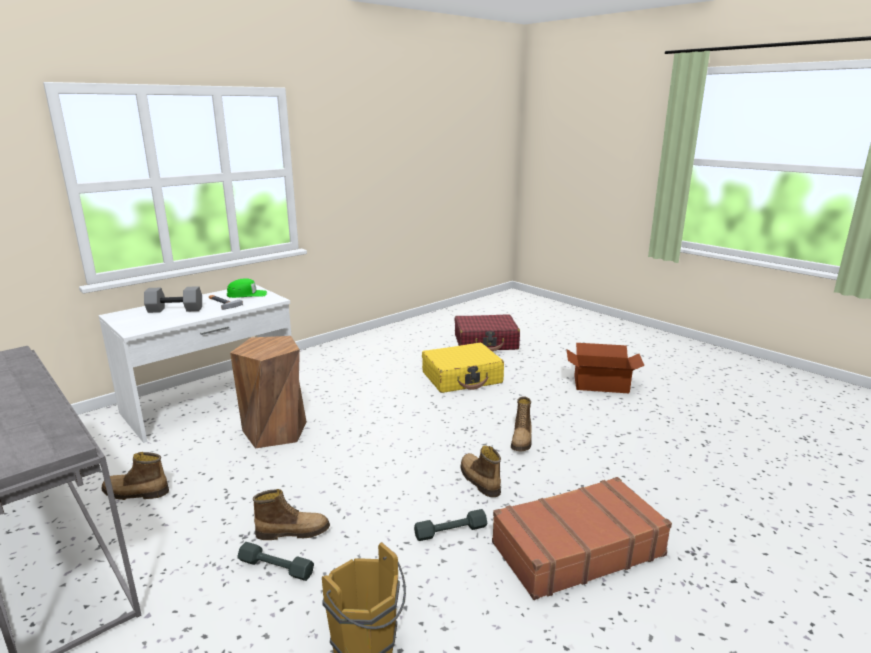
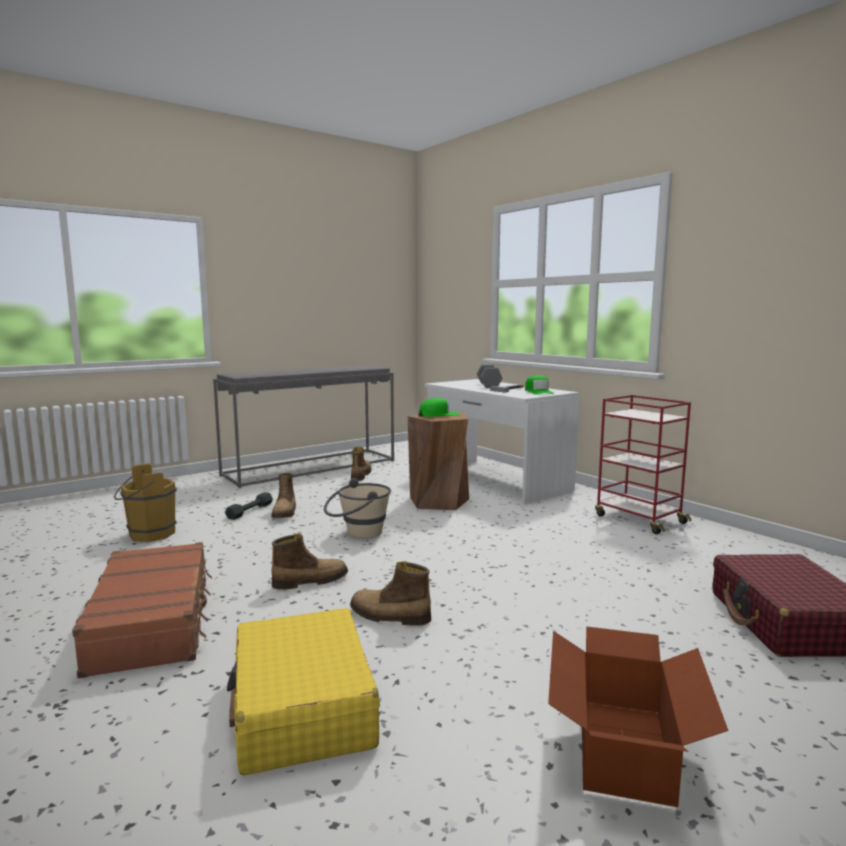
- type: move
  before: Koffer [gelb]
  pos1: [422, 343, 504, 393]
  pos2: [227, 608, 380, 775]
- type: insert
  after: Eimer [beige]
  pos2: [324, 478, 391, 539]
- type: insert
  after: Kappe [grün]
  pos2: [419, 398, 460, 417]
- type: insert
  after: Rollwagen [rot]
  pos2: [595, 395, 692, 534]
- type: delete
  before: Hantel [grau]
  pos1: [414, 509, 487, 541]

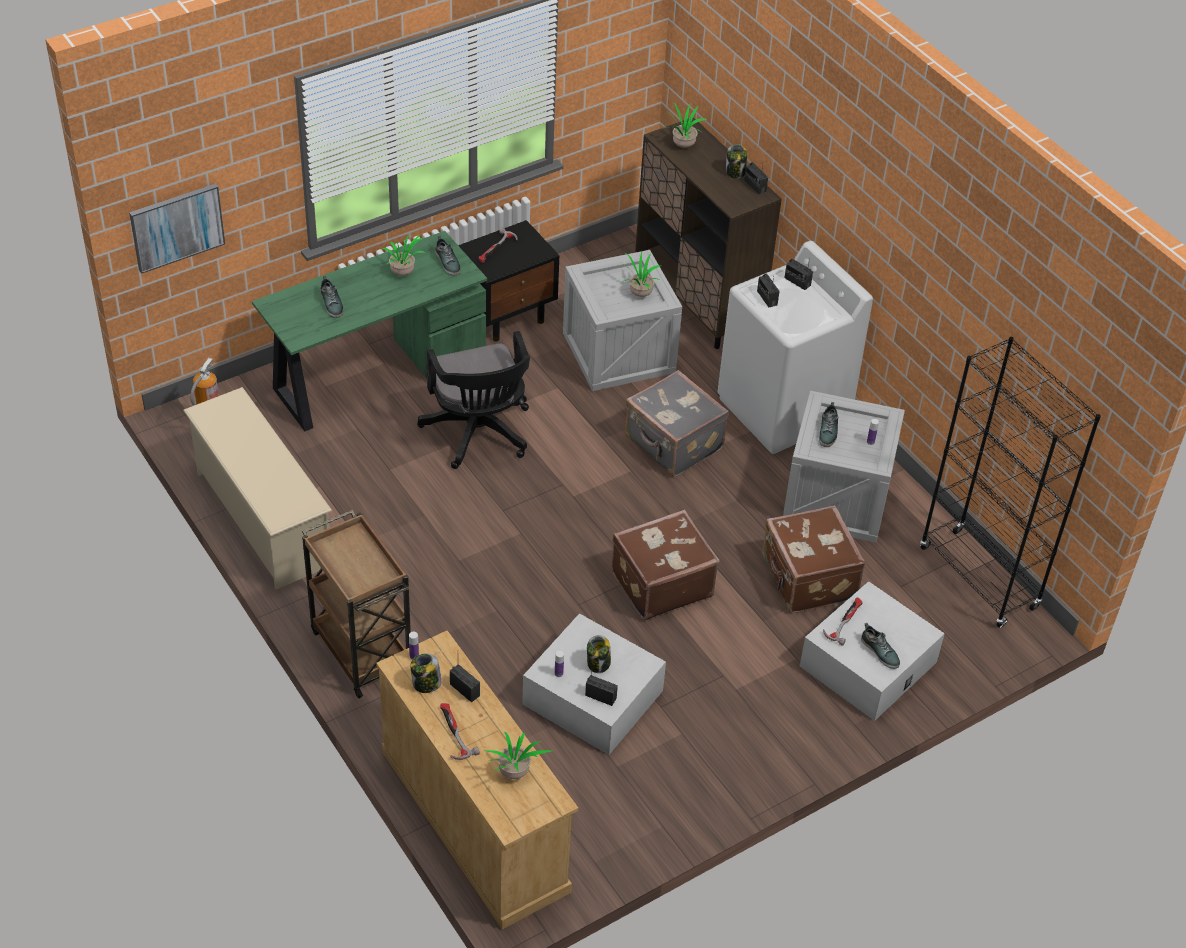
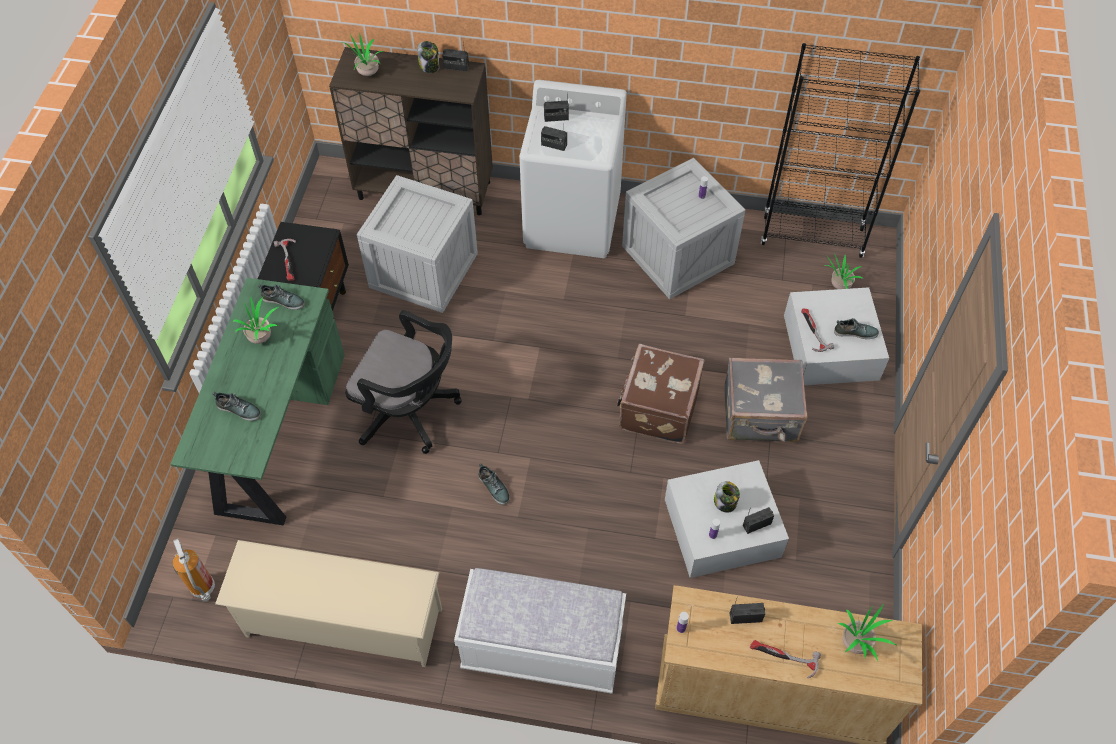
- type: replace
  before: Rollwagen [braun]
  after: Bank [weiß]
  pos1: [302, 510, 411, 698]
  pos2: [454, 568, 626, 694]
- type: move
  before: Schuh
  pos1: [819, 402, 838, 447]
  pos2: [478, 463, 510, 505]
- type: move
  before: Koffer [grau]
  pos1: [625, 370, 729, 477]
  pos2: [724, 358, 808, 442]
- type: move
  before: Topfpflanze
  pos1: [620, 251, 662, 297]
  pos2: [824, 253, 863, 289]
- type: delete
  before: Bild
  pos1: [129, 183, 225, 274]
- type: delete
  before: Vorratsglas
  pos1: [410, 654, 441, 693]
- type: delete
  before: Koffer [braun]
  pos1: [762, 505, 865, 613]

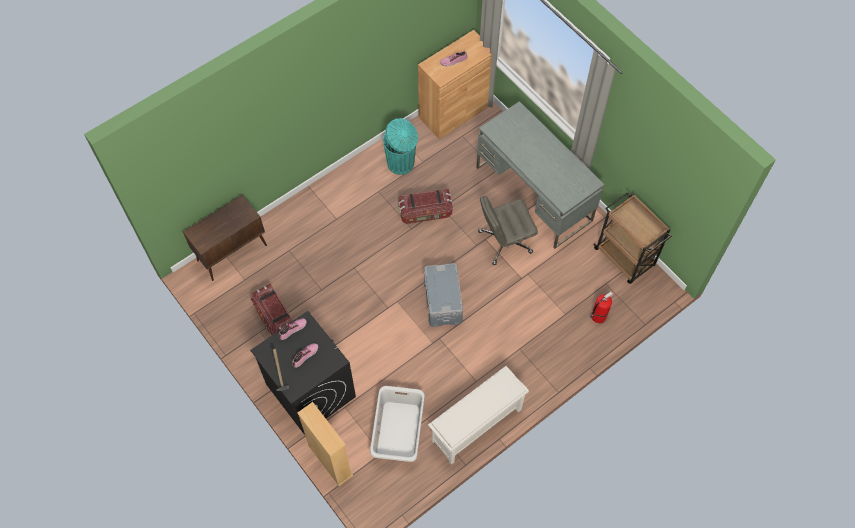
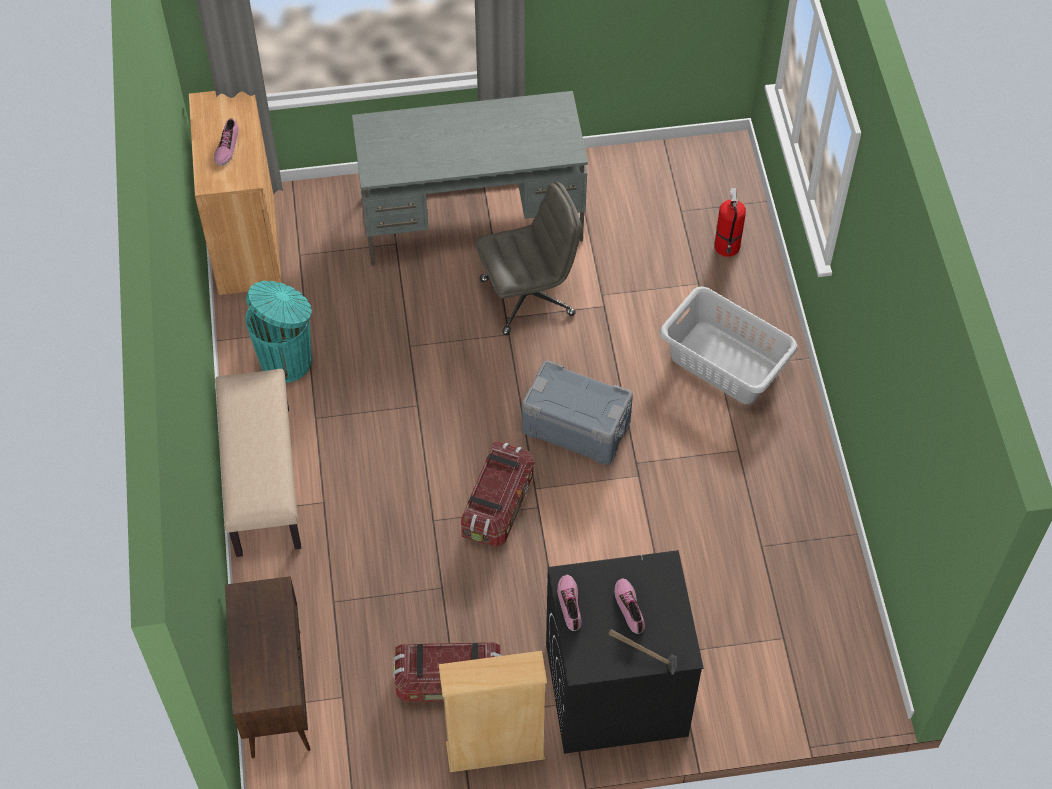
- type: insert
  after: Bank [beige]
  pos2: [215, 369, 301, 557]
- type: move
  before: Bücherregal [beige]
  pos1: [298, 402, 353, 486]
  pos2: [439, 651, 547, 772]
- type: move
  before: Aufbewahrungsbox
  pos1: [399, 189, 453, 224]
  pos2: [461, 441, 535, 548]
- type: rotate
  before: Bürostuhl [grau]
  pos1: [478, 196, 538, 265]
  pos2: [476, 182, 582, 335]
  turn: -120
- type: move
  before: Wäschekorb [grau]
  pos1: [370, 386, 425, 462]
  pos2: [660, 287, 798, 404]
- type: delete
  before: Schuhregal [weiß]
  pos1: [428, 366, 529, 465]
- type: delete
  before: Rollwagen [braun]
  pos1: [593, 192, 672, 284]

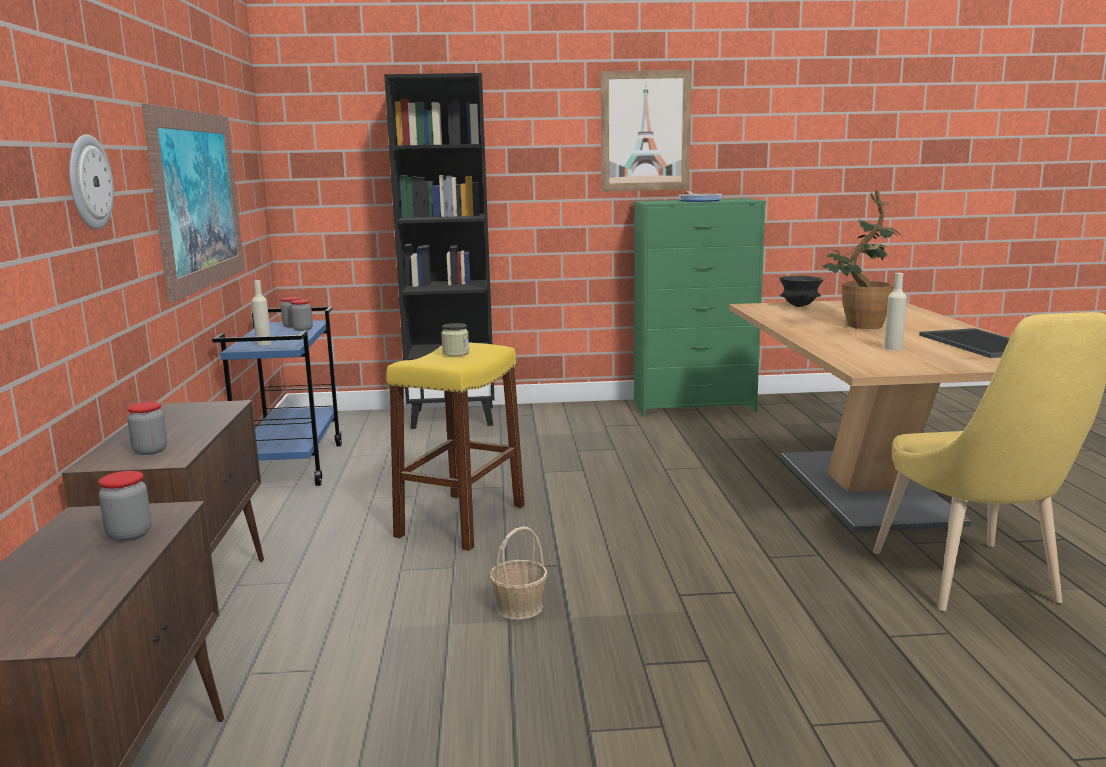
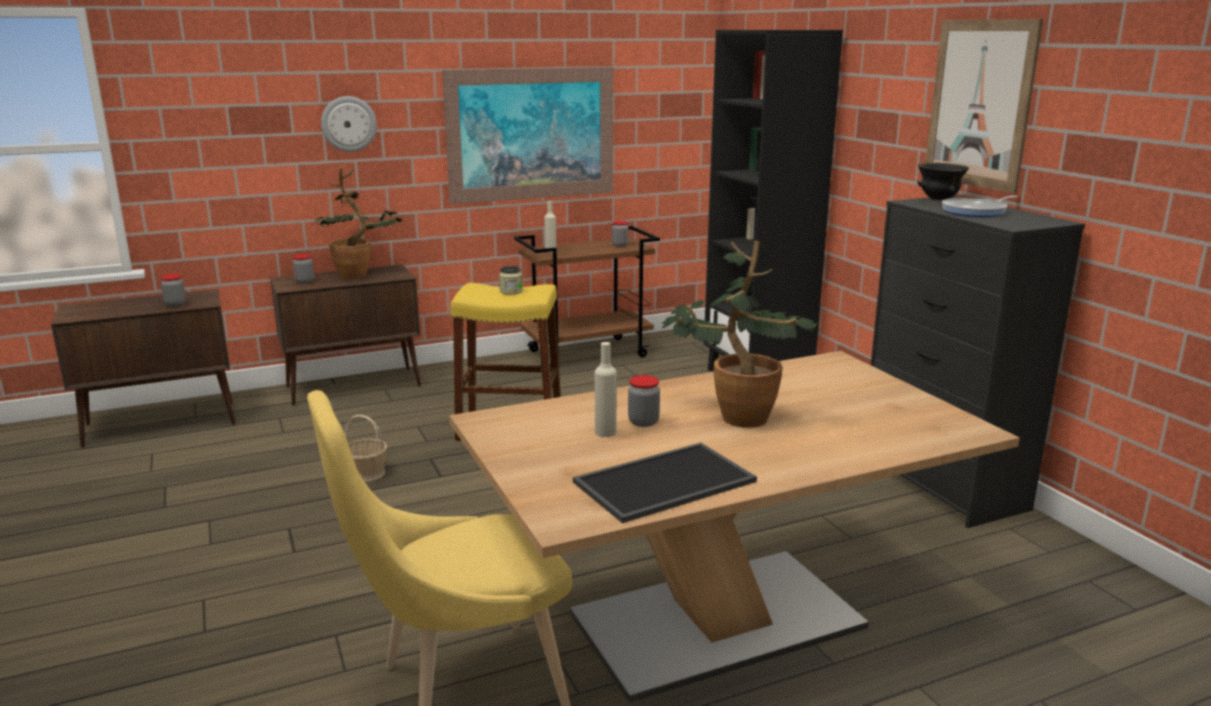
- type: insert
  after: Topfpflanze
  pos2: [314, 168, 403, 279]
- type: recolor
  before: Rollwagen [blau]
  after: Rollwagen [braun]
  pos1: [212, 307, 342, 486]
  pos2: [514, 226, 660, 366]
- type: move
  before: Vorratsglas
  pos1: [290, 300, 313, 331]
  pos2: [628, 375, 660, 427]
- type: recolor
  before: Kommode [grün]
  after: Kommode [schwarz]
  pos1: [634, 198, 766, 417]
  pos2: [871, 196, 1085, 528]
- type: move
  before: Schüssel [schwarz]
  pos1: [779, 275, 824, 307]
  pos2: [917, 163, 969, 200]

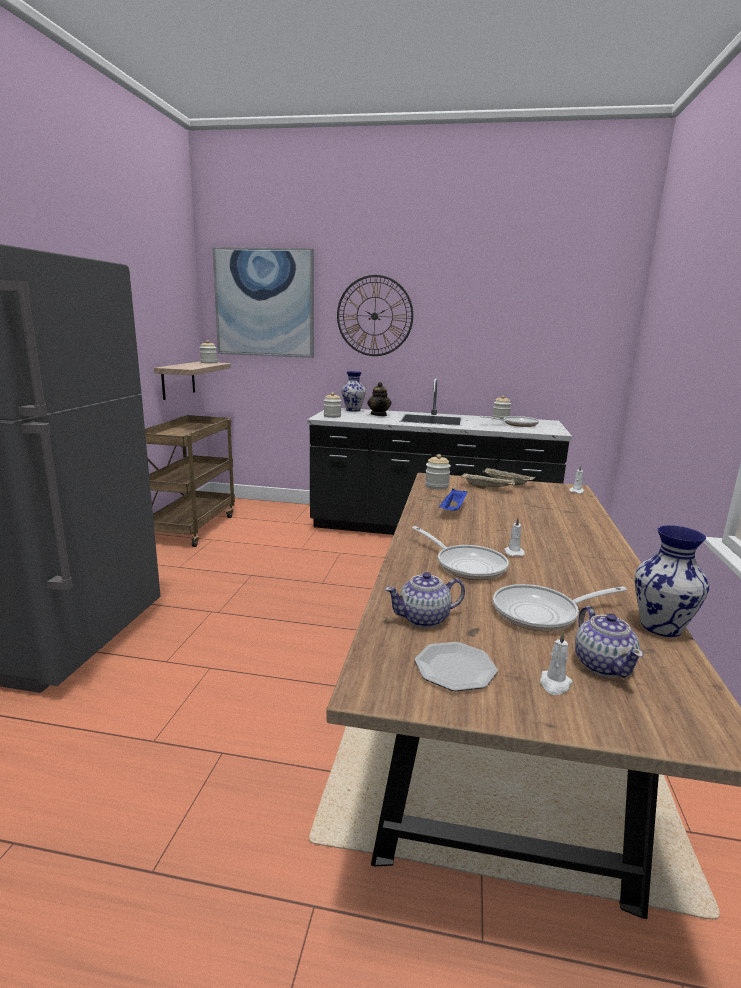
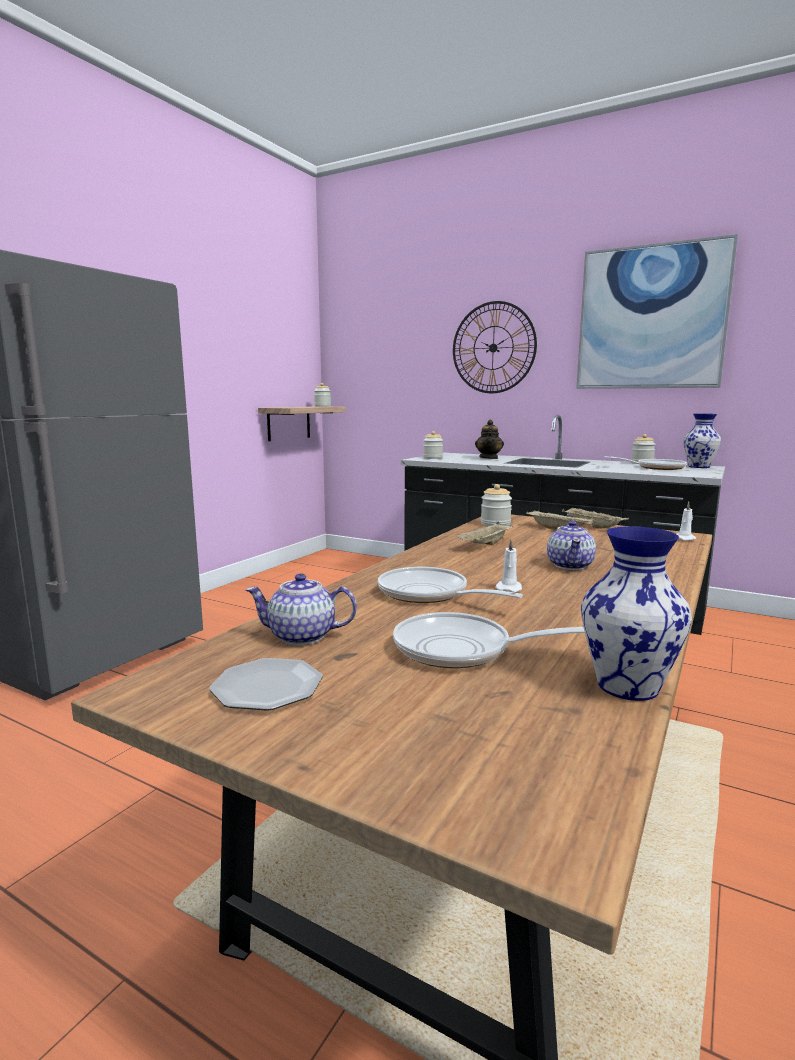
- type: rotate
  before: Pfanne
  pos1: [412, 526, 509, 580]
  pos2: [378, 567, 523, 603]
  turn: 150
- type: recolor
  before: Tablett [blau]
  after: Tablett [beige]
  pos1: [439, 488, 468, 511]
  pos2: [456, 522, 513, 545]
- type: move
  before: Teekanne
  pos1: [575, 606, 643, 678]
  pos2: [547, 521, 596, 570]
- type: move
  before: Bild
  pos1: [212, 247, 314, 358]
  pos2: [576, 234, 738, 389]
- type: move
  before: Vase
  pos1: [342, 371, 366, 412]
  pos2: [684, 413, 721, 468]
- type: delete
  before: Rollwagen [braun]
  pos1: [145, 415, 235, 547]
- type: delete
  before: Kerze [weiß]
  pos1: [540, 631, 573, 695]

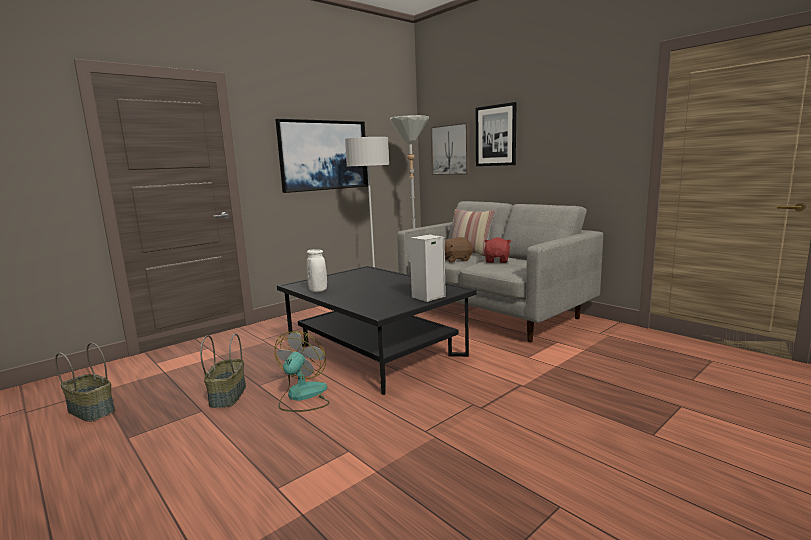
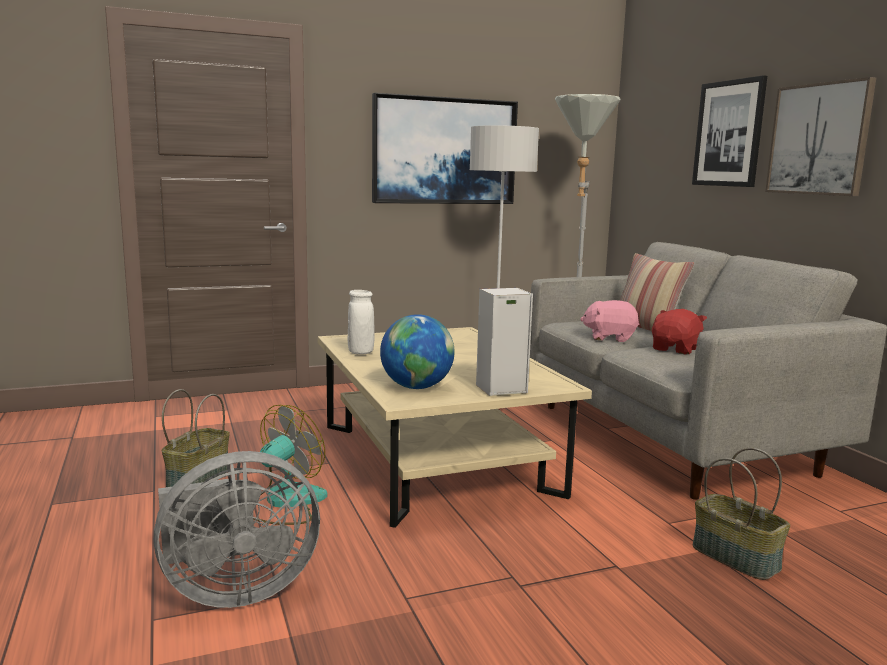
- type: insert
  after: Ventilator [grau]
  pos2: [153, 451, 320, 608]
- type: recolor
  before: Couchtisch [schwarz]
  after: Couchtisch [beige]
  pos1: [277, 266, 477, 395]
  pos2: [318, 327, 592, 528]
- type: insert
  after: Globus
  pos2: [380, 314, 455, 389]
- type: recolor
  before: Plüschtier [braun]
  after: Plüschtier [rosa]
  pos1: [444, 237, 473, 262]
  pos2: [580, 300, 639, 342]
- type: move
  before: Korb
  pos1: [55, 343, 115, 422]
  pos2: [693, 448, 790, 580]
- type: move
  before: Bild
  pos1: [431, 123, 470, 175]
  pos2: [765, 77, 876, 196]

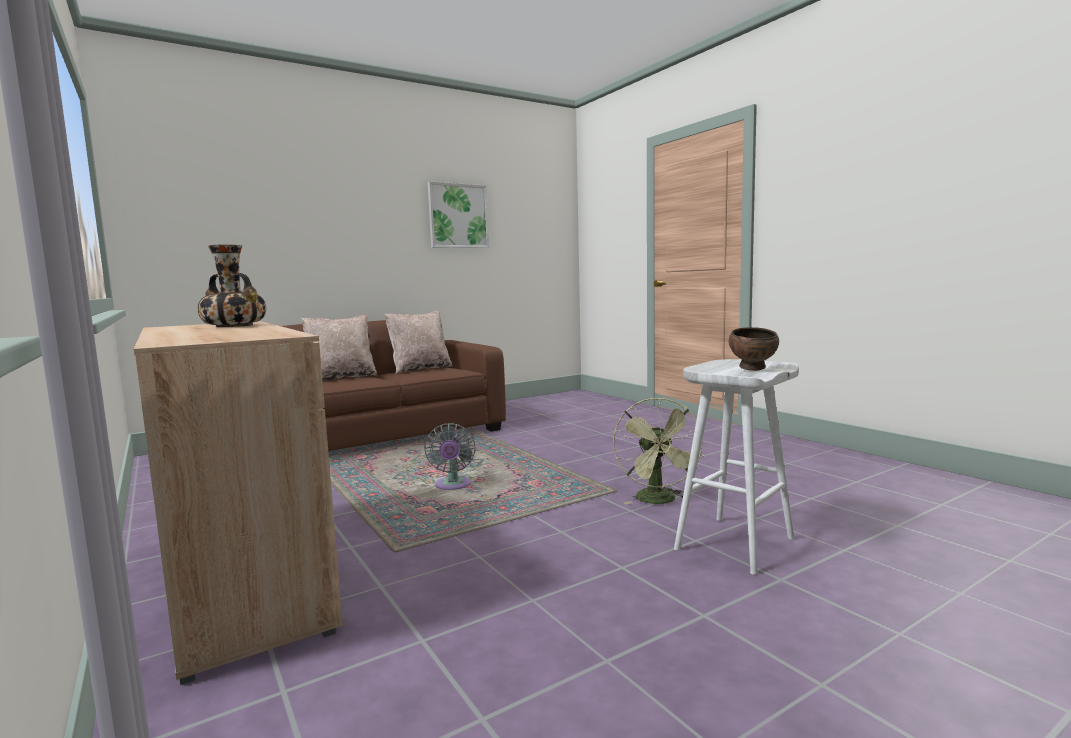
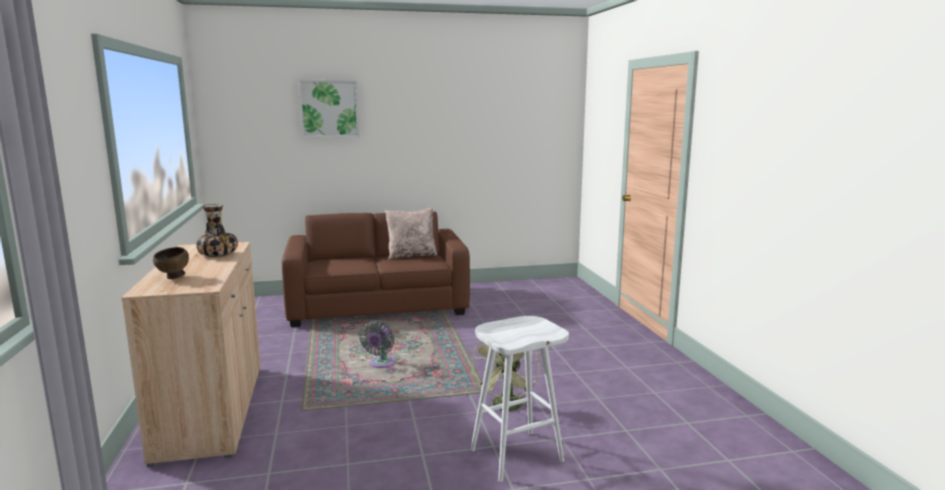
- type: move
  before: Schüssel [braun]
  pos1: [729, 327, 779, 371]
  pos2: [153, 247, 189, 279]
- type: move
  before: Bild
  pos1: [428, 182, 489, 248]
  pos2: [298, 80, 359, 138]
- type: delete
  before: Kissen [beige]
  pos1: [301, 315, 378, 381]

